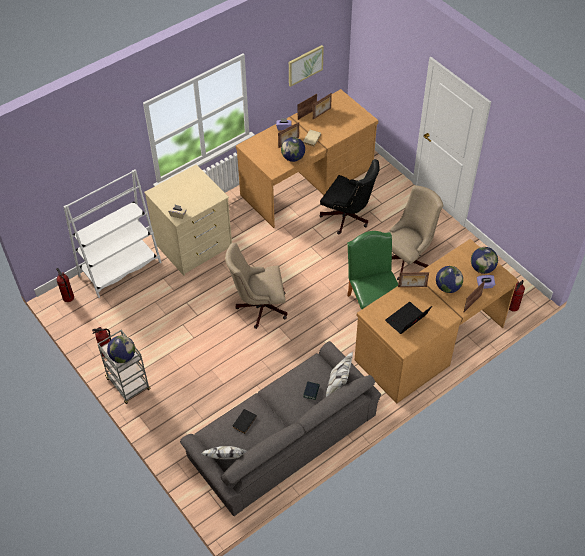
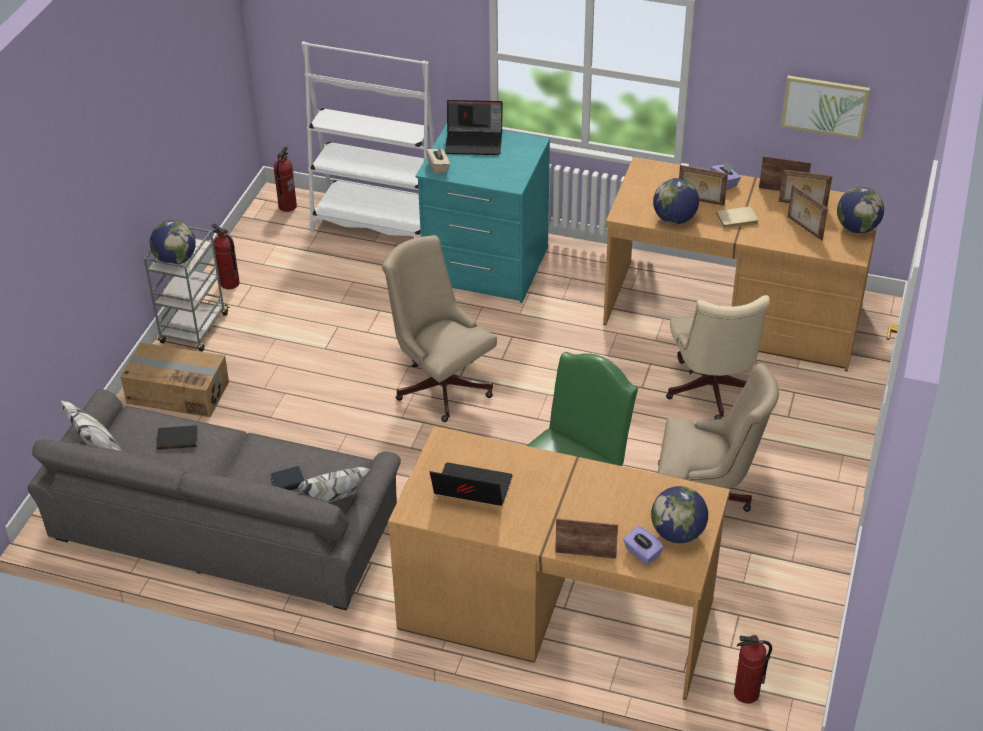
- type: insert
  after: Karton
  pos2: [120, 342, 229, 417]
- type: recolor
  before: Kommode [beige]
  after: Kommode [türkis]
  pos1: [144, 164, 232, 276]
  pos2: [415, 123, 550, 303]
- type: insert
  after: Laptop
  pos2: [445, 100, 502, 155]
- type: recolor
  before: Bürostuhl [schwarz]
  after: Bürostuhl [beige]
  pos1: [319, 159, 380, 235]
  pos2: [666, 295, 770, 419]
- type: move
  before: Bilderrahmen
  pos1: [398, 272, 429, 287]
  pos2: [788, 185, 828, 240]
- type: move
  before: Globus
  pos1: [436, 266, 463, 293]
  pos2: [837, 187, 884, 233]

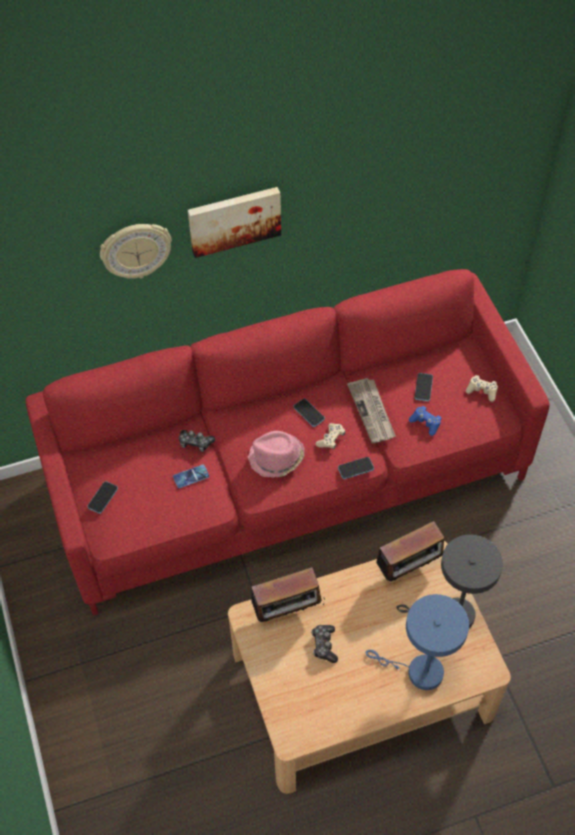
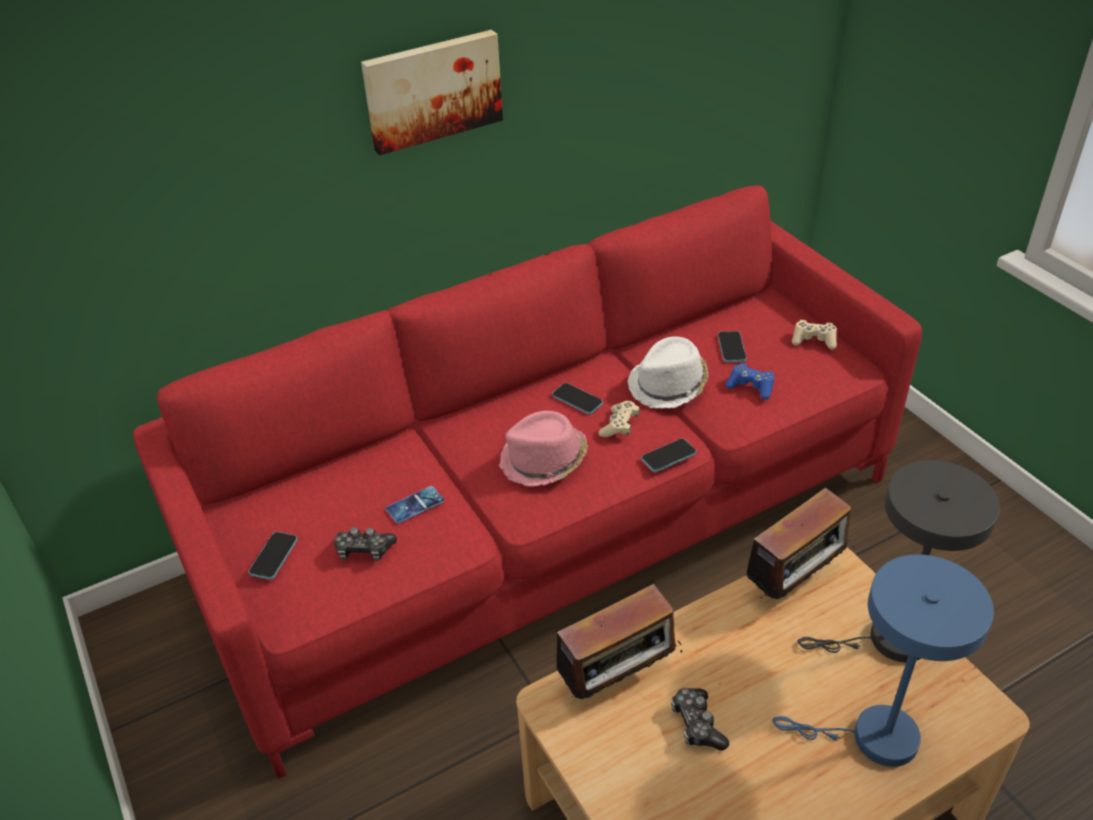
- type: move
  before: Gamepad
  pos1: [179, 430, 215, 452]
  pos2: [334, 527, 397, 561]
- type: replace
  before: Zeitung
  after: Hut [weiß]
  pos1: [347, 378, 396, 443]
  pos2: [628, 336, 708, 408]
- type: delete
  before: Wanduhr
  pos1: [100, 224, 172, 279]

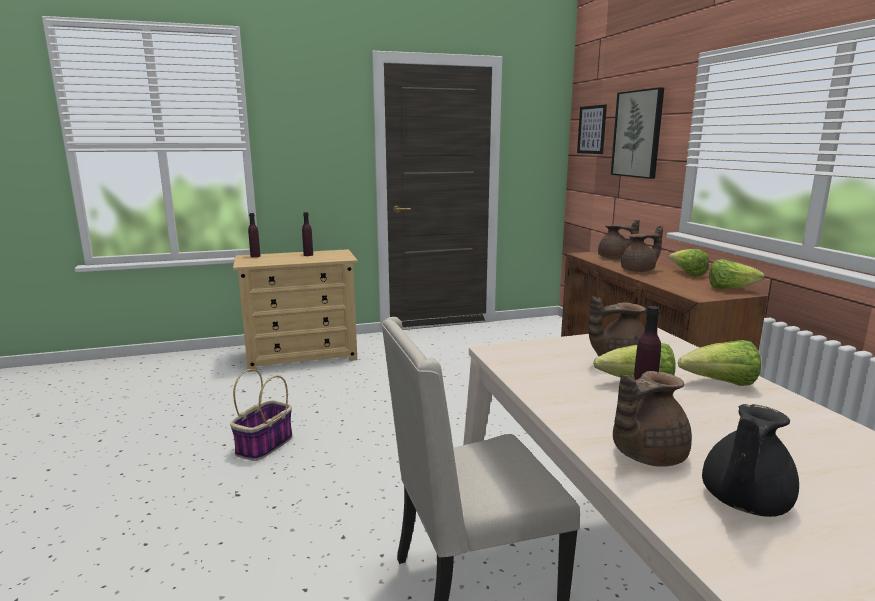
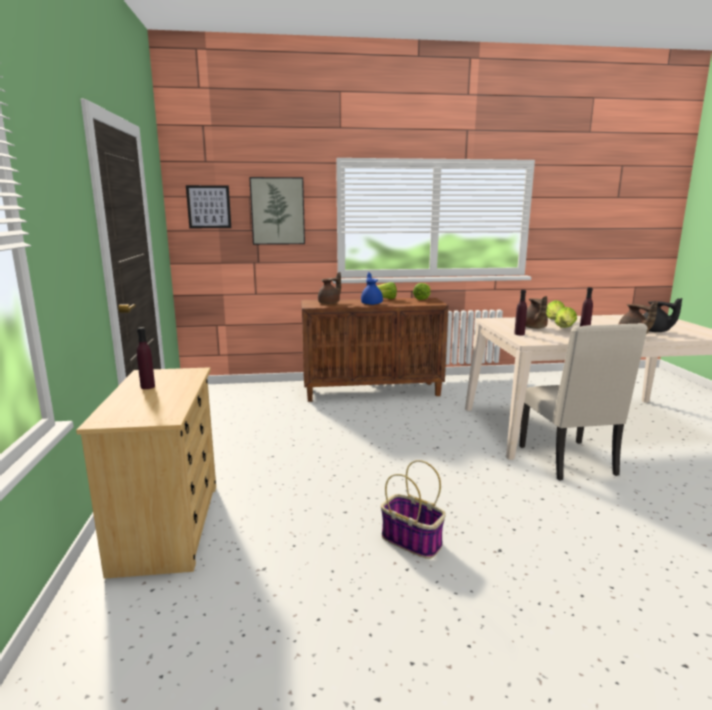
- type: recolor
  before: Teekanne [braun]
  after: Teekanne [blau]
  pos1: [621, 225, 663, 272]
  pos2: [361, 272, 383, 305]
- type: move
  before: Flasche [lila]
  pos1: [248, 213, 260, 257]
  pos2: [514, 290, 527, 335]

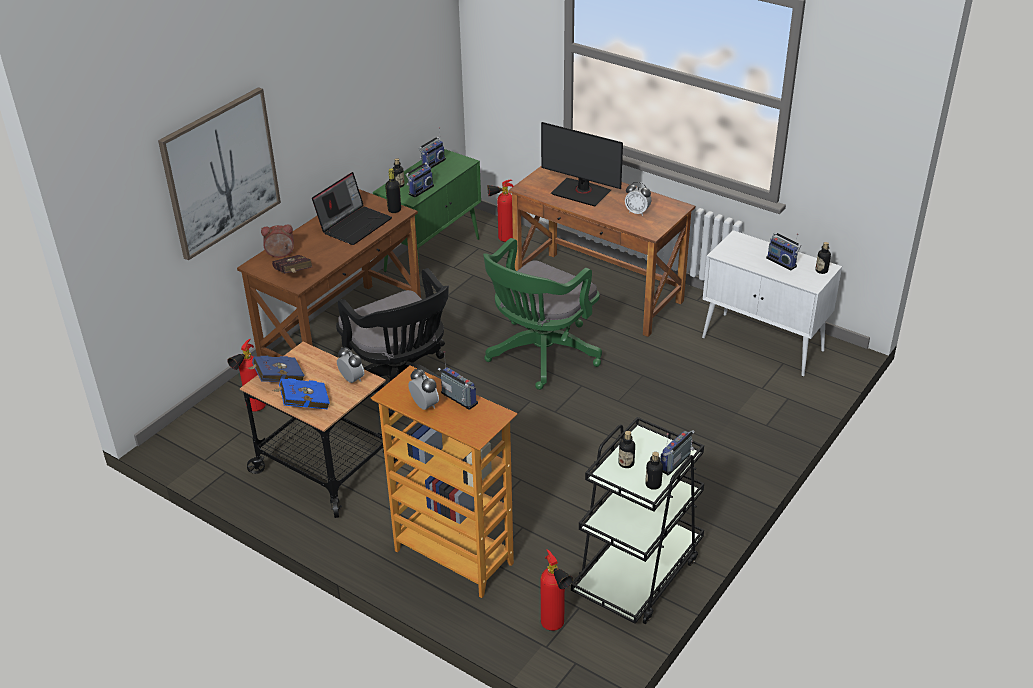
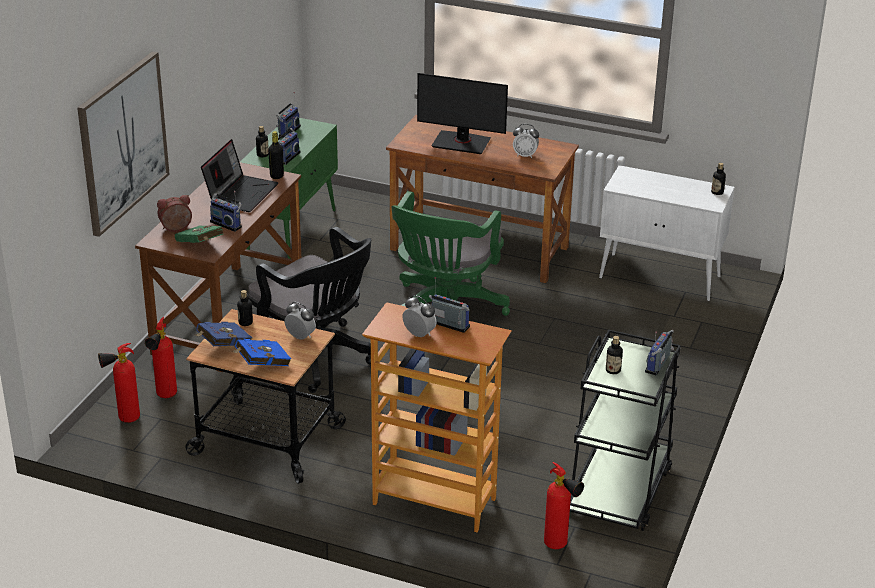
- type: move
  before: Feuerlöscher
  pos1: [487, 180, 513, 242]
  pos2: [98, 343, 140, 423]
- type: recolor
  before: Buch [rot]
  after: Buch [grün]
  pos1: [272, 255, 312, 274]
  pos2: [175, 225, 223, 243]
- type: move
  before: Radio
  pos1: [766, 232, 801, 271]
  pos2: [210, 191, 242, 232]
- type: move
  before: Flasche
  pos1: [645, 452, 663, 490]
  pos2: [237, 290, 253, 326]

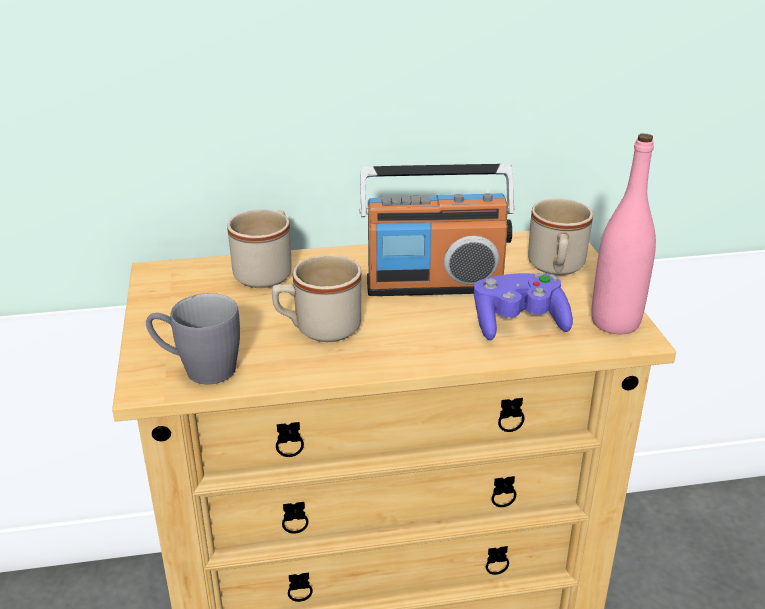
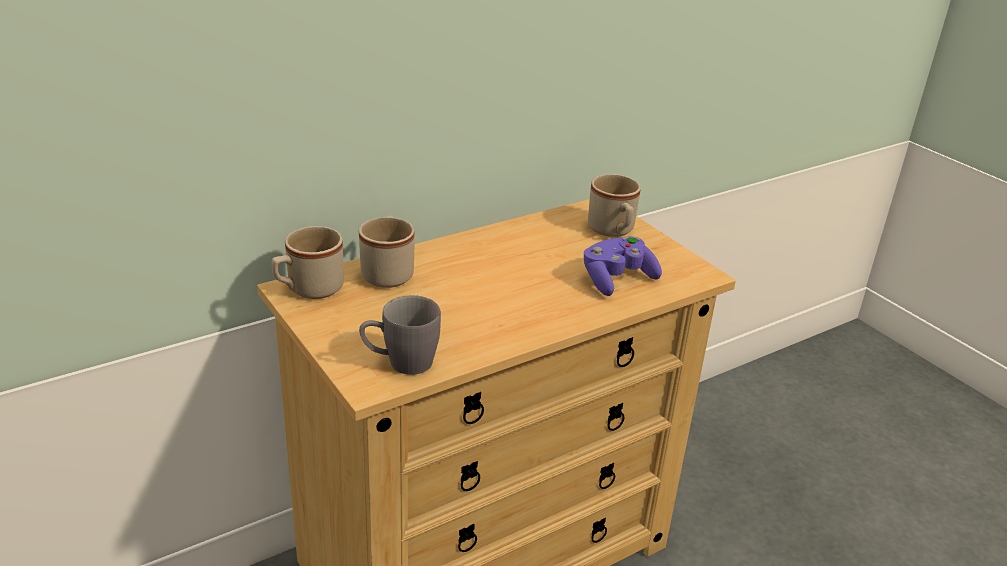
- type: move
  before: Henkelbecher [beige]
  pos1: [272, 255, 361, 342]
  pos2: [272, 226, 344, 299]
- type: delete
  before: Radio
  pos1: [360, 164, 515, 296]
- type: delete
  before: Flasche [rosa]
  pos1: [591, 133, 656, 334]

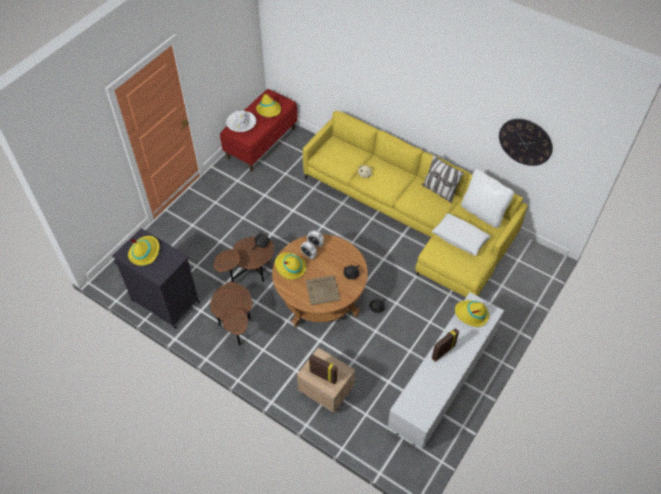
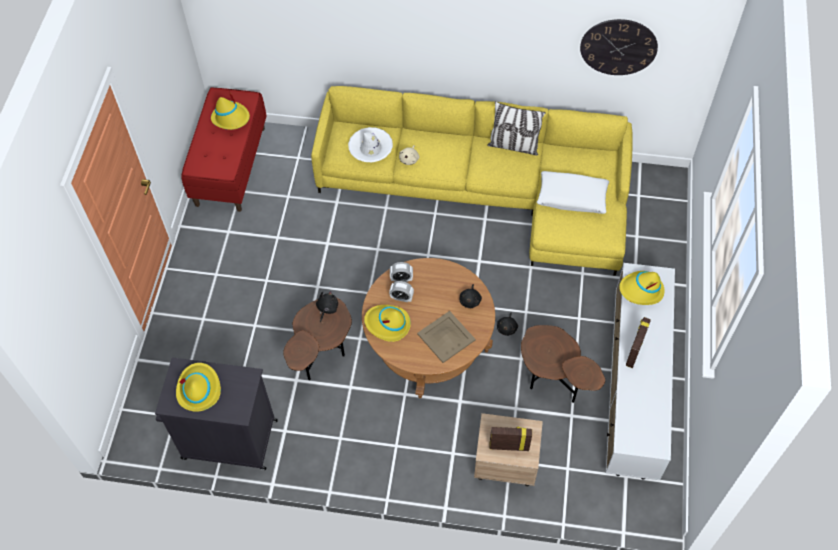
- type: move
  before: Hut [weiß]
  pos1: [226, 110, 256, 132]
  pos2: [348, 127, 393, 162]
- type: move
  before: Beistelltisch [braun]
  pos1: [210, 282, 252, 346]
  pos2: [521, 325, 605, 403]
- type: delete
  before: Kissen [weiß]
  pos1: [461, 169, 514, 228]

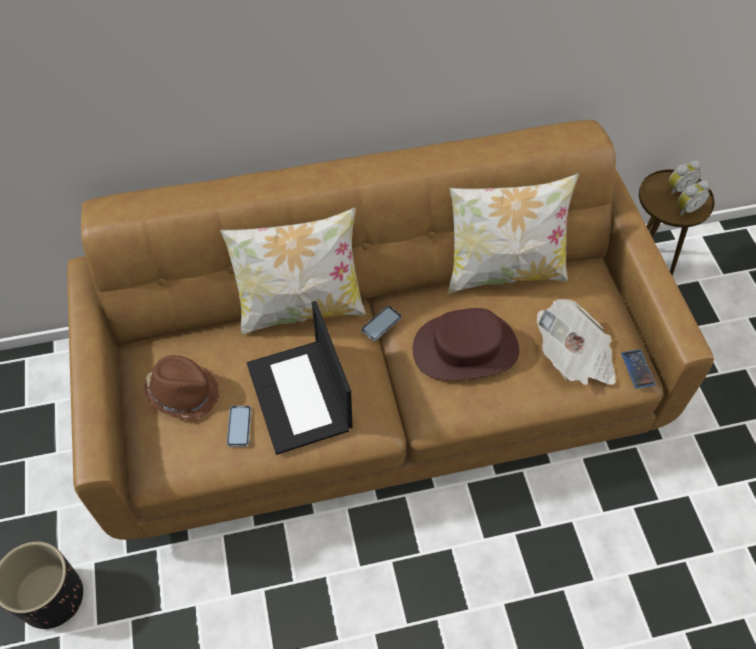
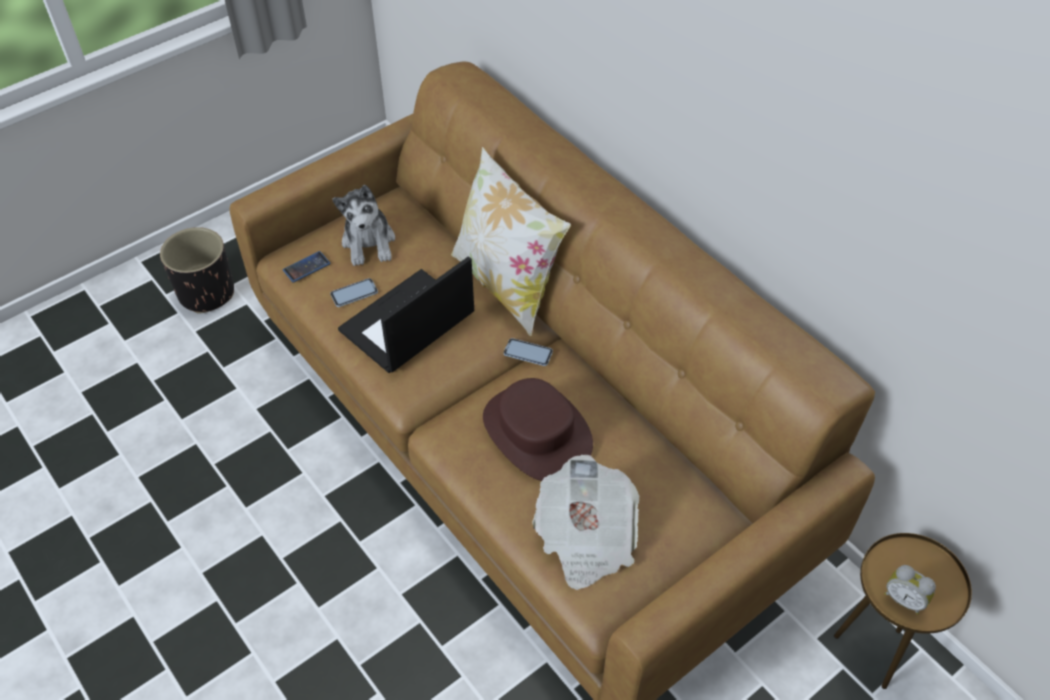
- type: move
  before: Handy
  pos1: [621, 349, 655, 389]
  pos2: [283, 251, 330, 283]
- type: replace
  before: Hut [braun]
  after: Plüschtier
  pos1: [143, 355, 219, 420]
  pos2: [332, 185, 395, 266]
- type: delete
  before: Kissen
  pos1: [448, 174, 579, 294]
- type: delete
  before: Wecker
  pos1: [669, 160, 701, 195]

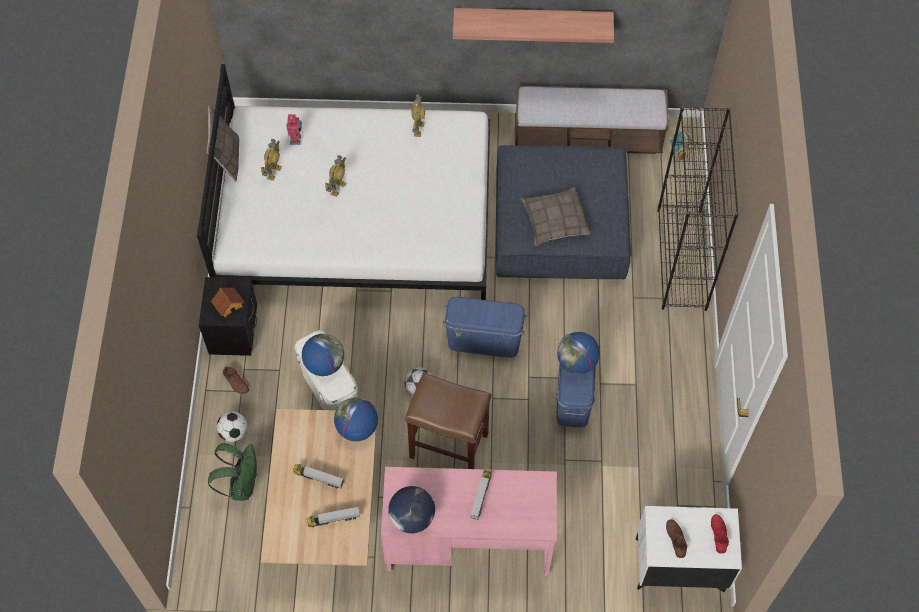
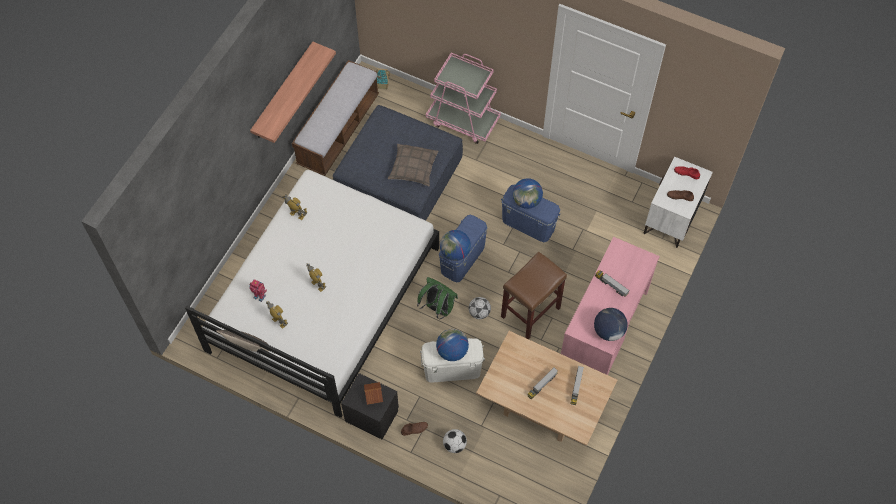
- type: move
  before: Rucksack [grün]
  pos1: [208, 443, 257, 501]
  pos2: [417, 277, 458, 319]
- type: replace
  before: Bücherregal [schwarz]
  after: Rollwagen [rosa]
  pos1: [657, 106, 739, 311]
  pos2: [426, 53, 501, 144]
- type: move
  before: Globus
  pos1: [334, 397, 378, 441]
  pos2: [440, 230, 471, 261]

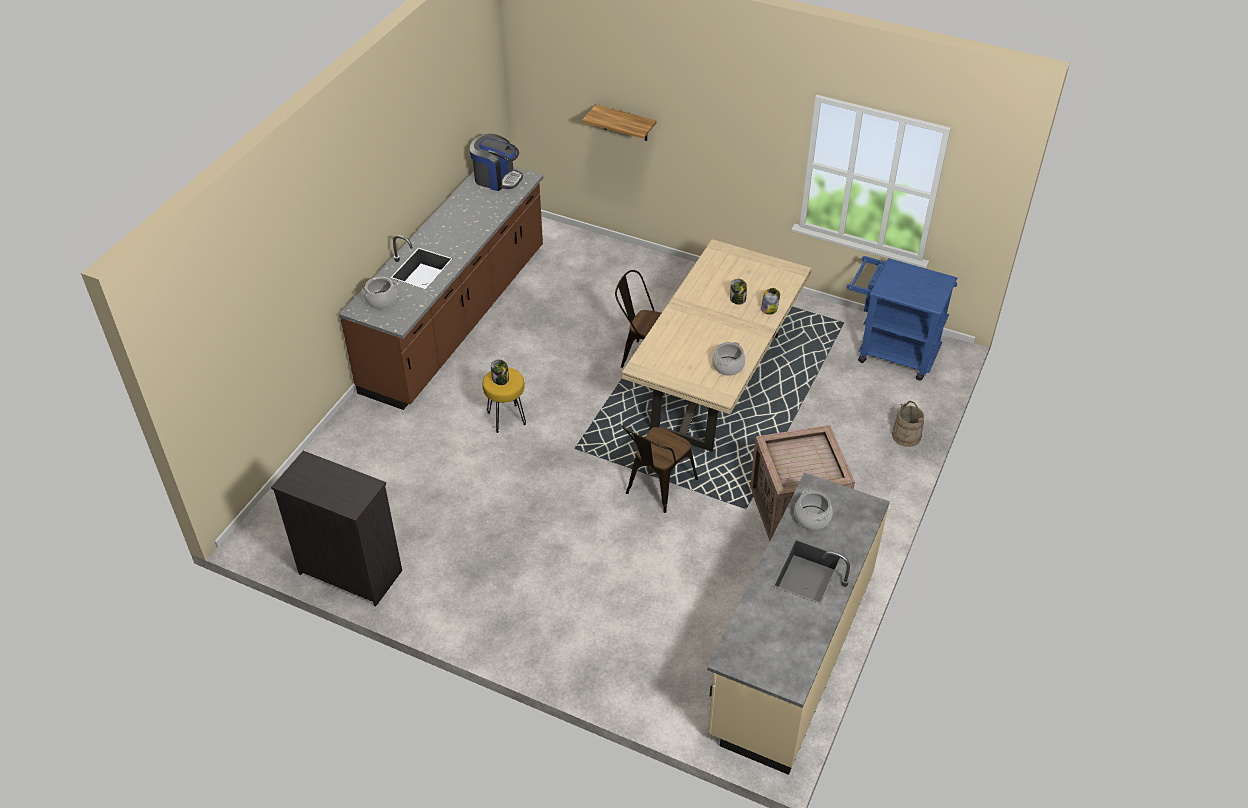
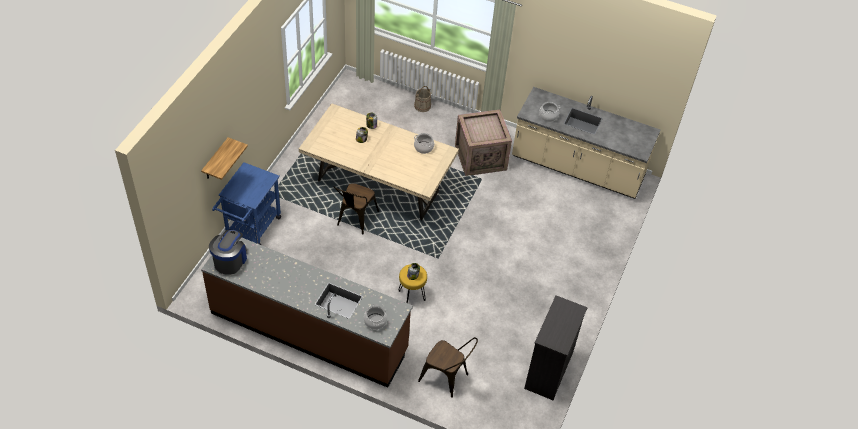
- type: move
  before: Rollwagen [blau]
  pos1: [847, 256, 957, 381]
  pos2: [212, 162, 281, 245]
- type: move
  before: Stuhl [braun]
  pos1: [622, 425, 698, 513]
  pos2: [418, 337, 478, 398]

